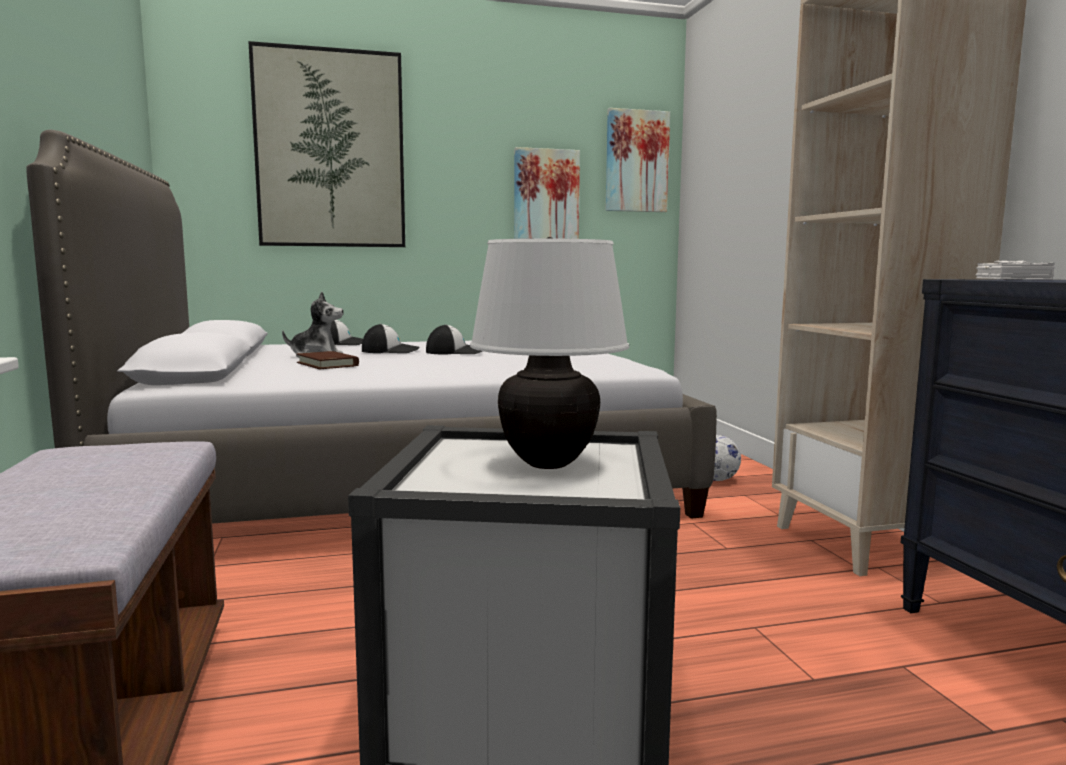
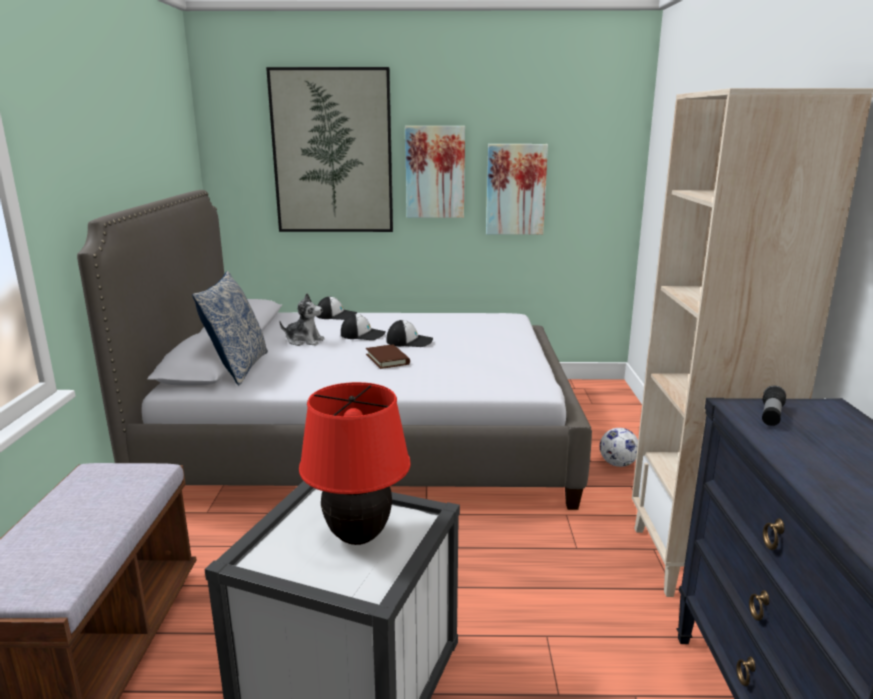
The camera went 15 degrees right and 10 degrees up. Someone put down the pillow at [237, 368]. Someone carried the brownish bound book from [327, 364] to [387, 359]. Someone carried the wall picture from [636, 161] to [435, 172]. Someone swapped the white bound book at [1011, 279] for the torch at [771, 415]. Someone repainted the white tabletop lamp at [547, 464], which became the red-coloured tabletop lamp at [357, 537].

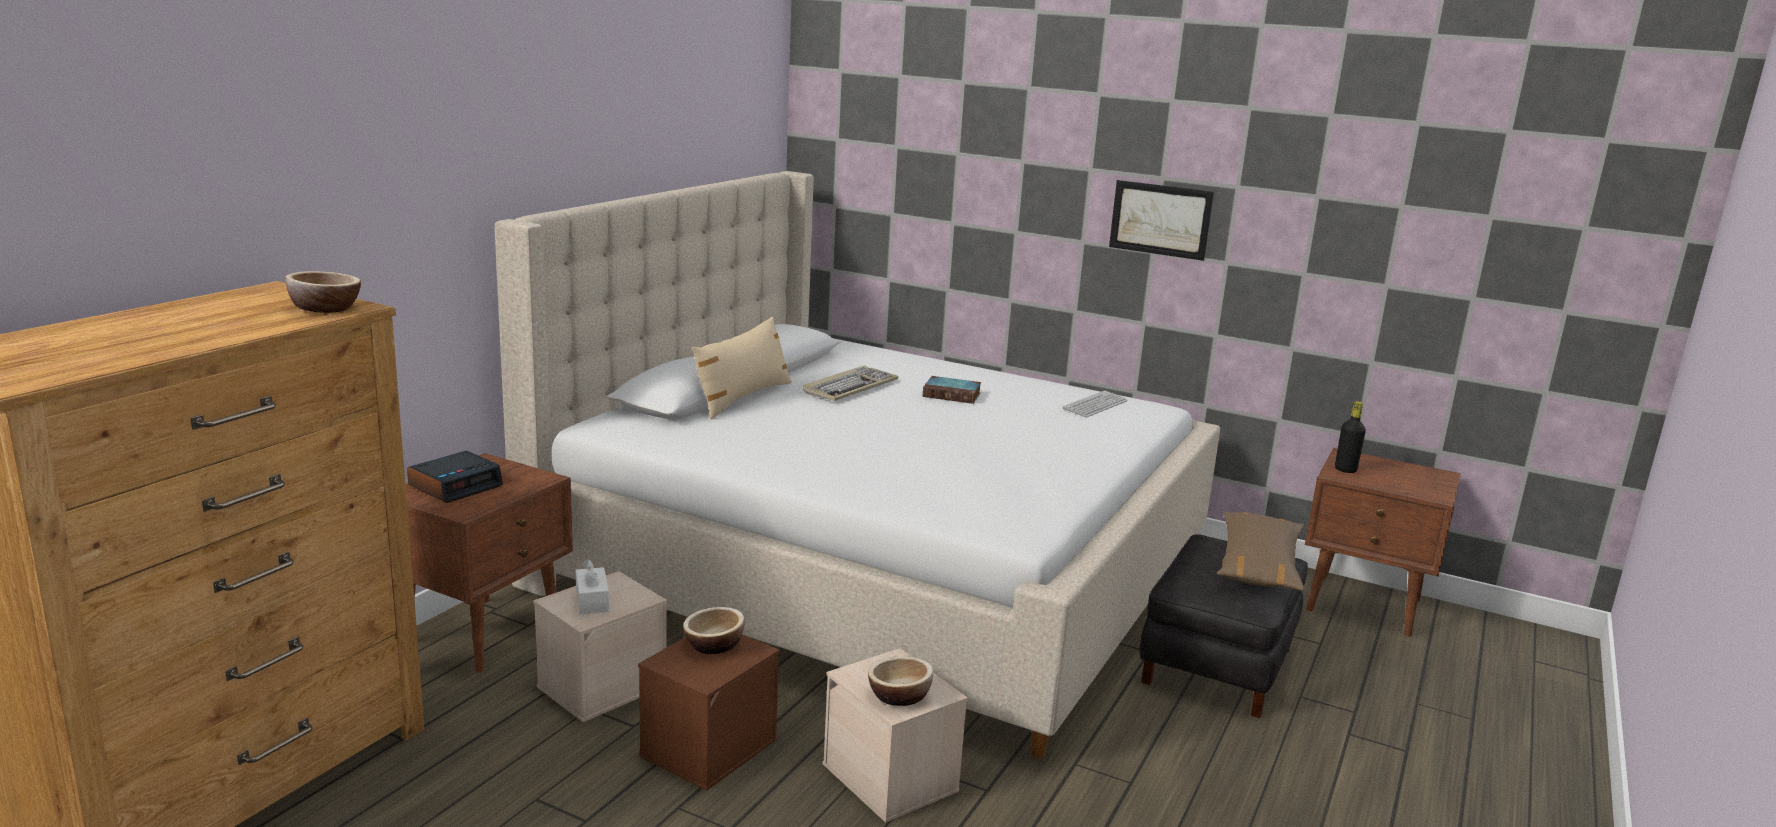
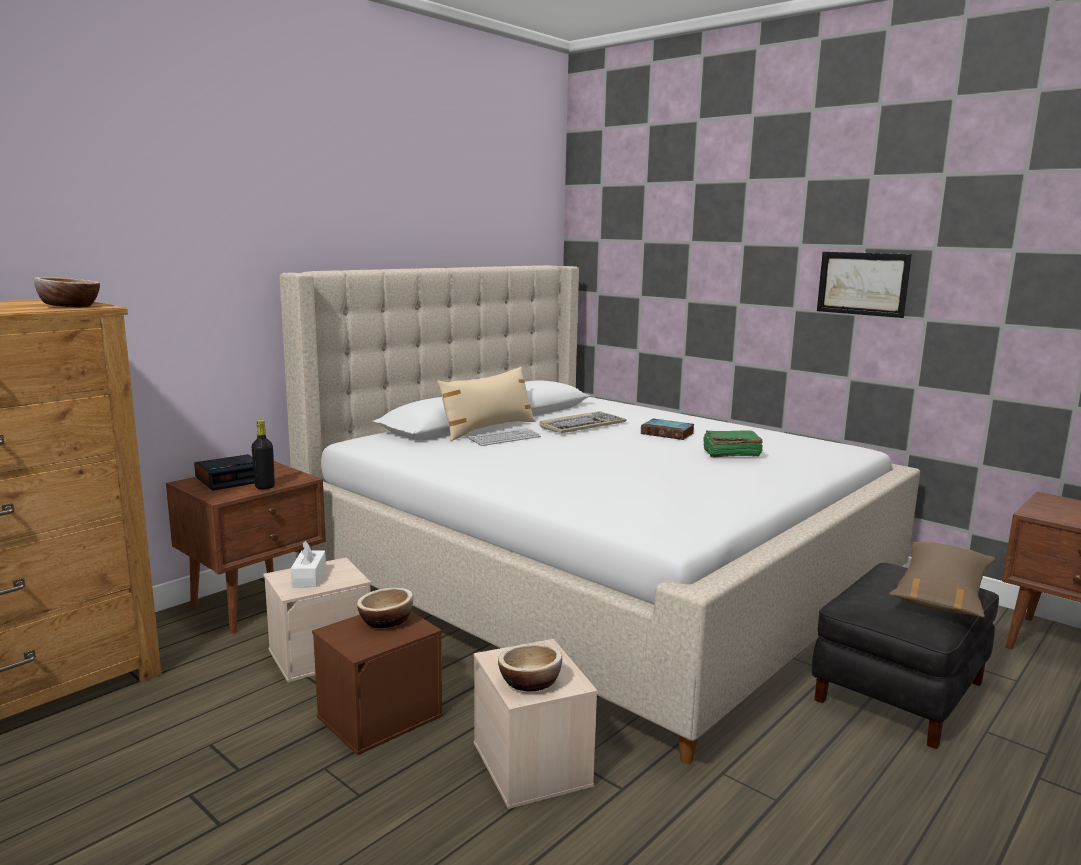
The camera went 15 degrees right and 5 degrees down. Someone put down the greenish bound book at [730, 454]. Someone carried the keyboard from [1095, 405] to [505, 438]. Someone carried the black beverage bottle from [1345, 470] to [264, 487].

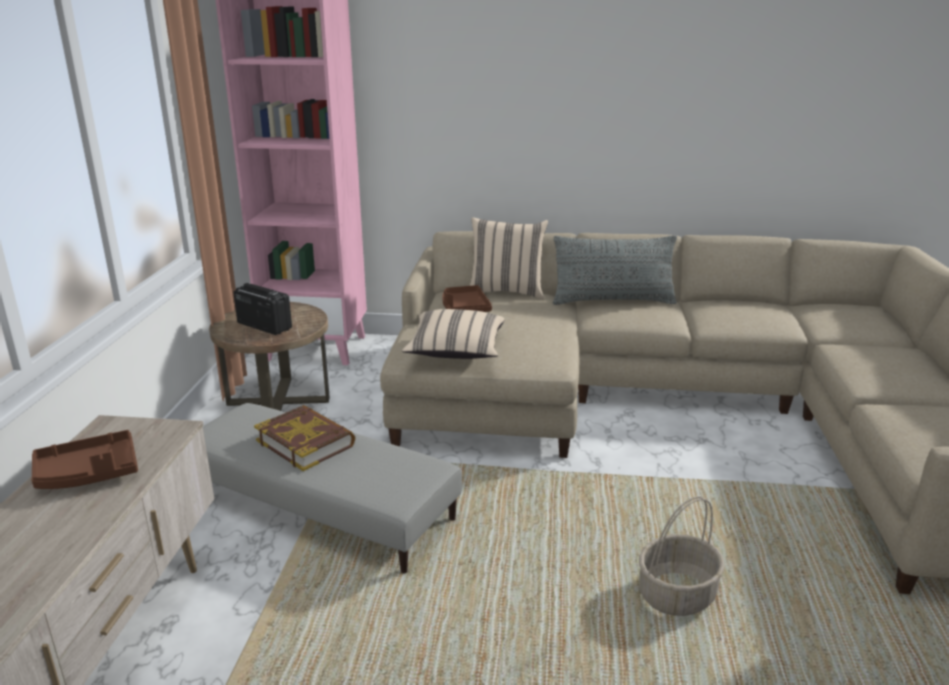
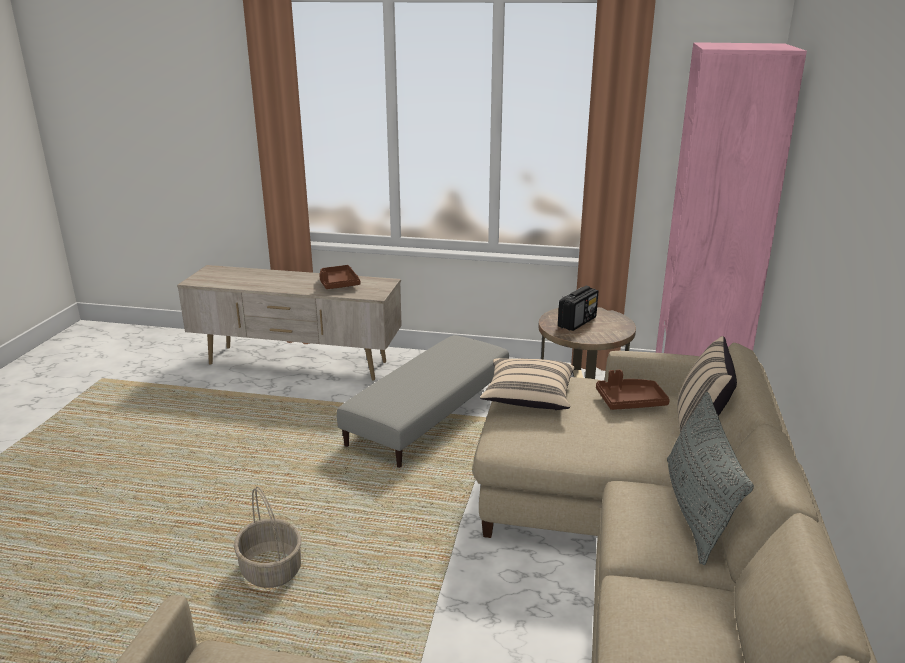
The camera went 95 degrees right and 0 degrees up. Someone took away the bound book at [306, 443].

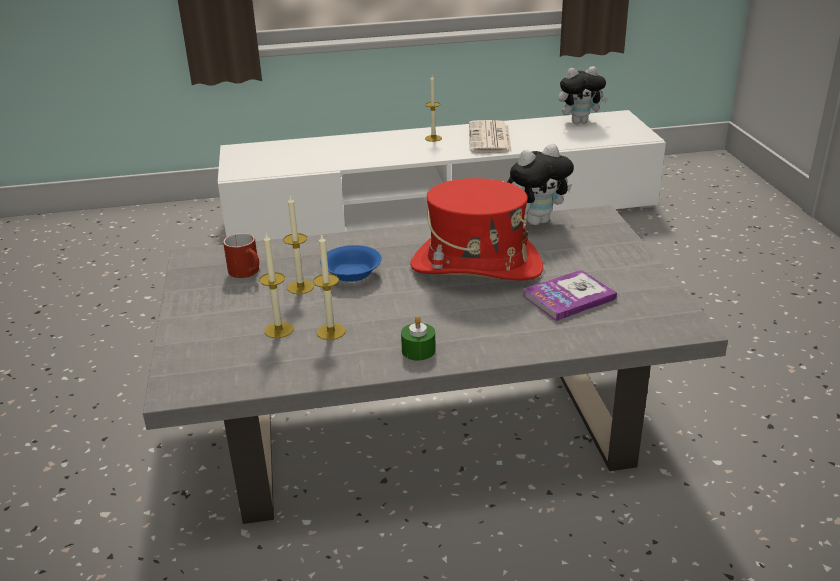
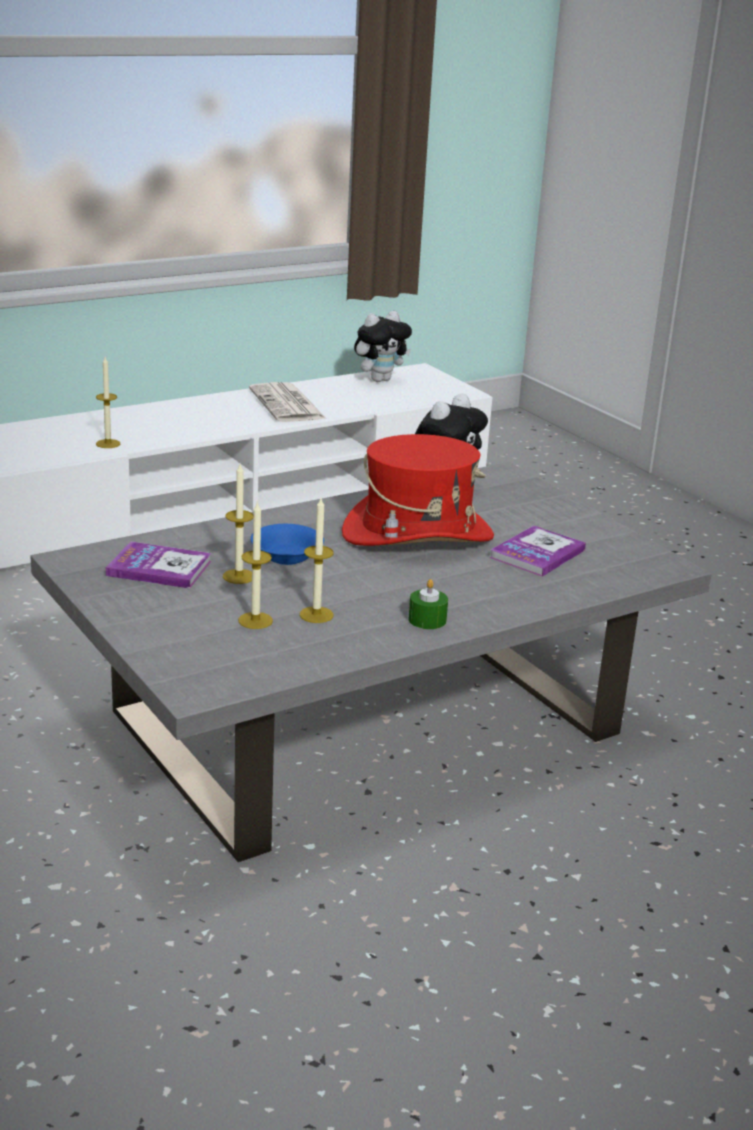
The camera went 25 degrees left and 5 degrees down. Someone carried the candle from [433, 138] to [108, 444]. Someone swapped the red-coloured coffee mug at [248, 272] for the bound book at [159, 568].

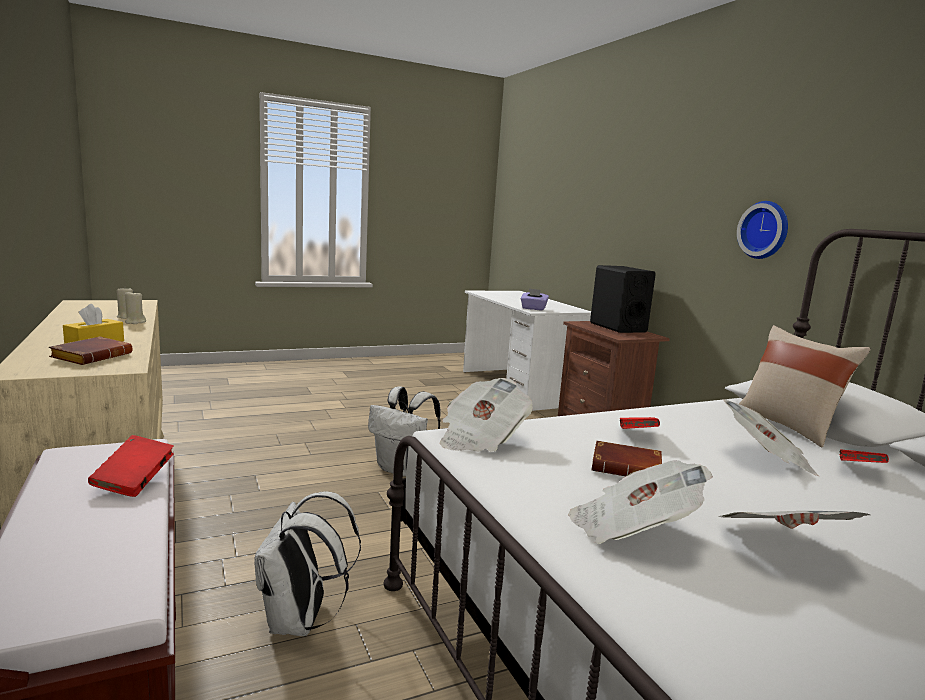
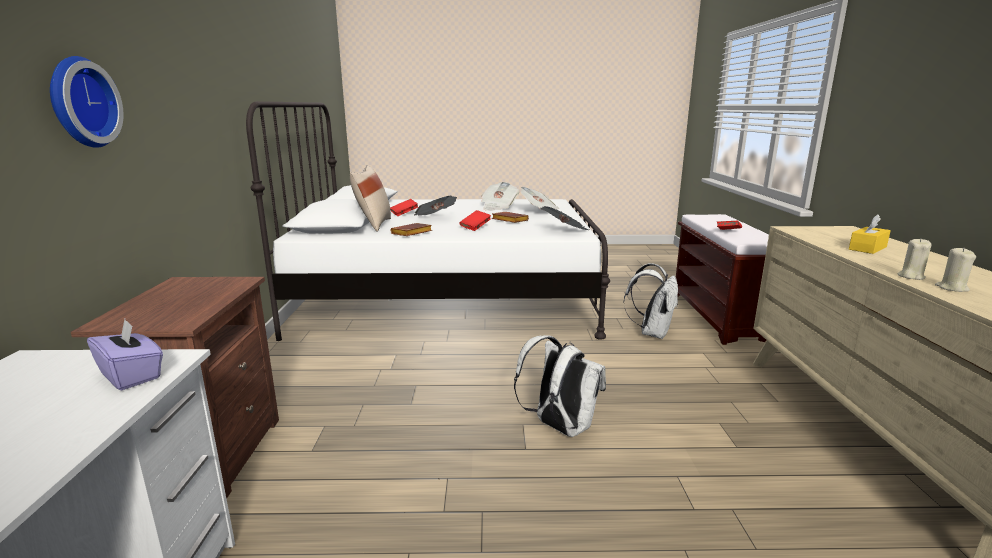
The camera went 155 degrees left and 5 degrees up. Someone took away the black loudspeaker at [617, 327]. Someone carried the brownish bound book from [92, 356] to [411, 233]. Someone carried the clock on the wall from [765, 230] to [79, 102].

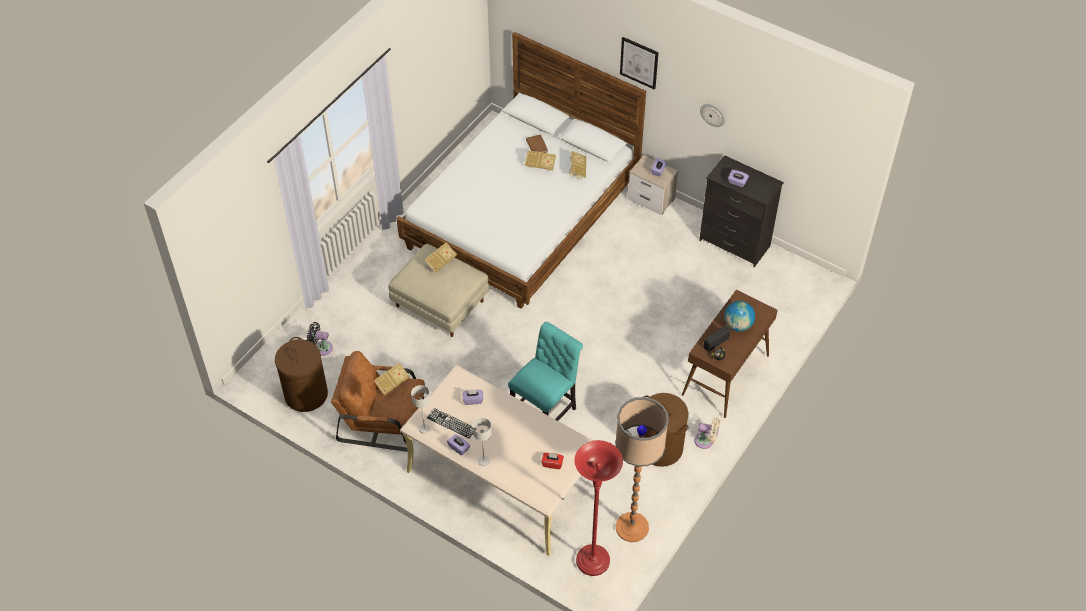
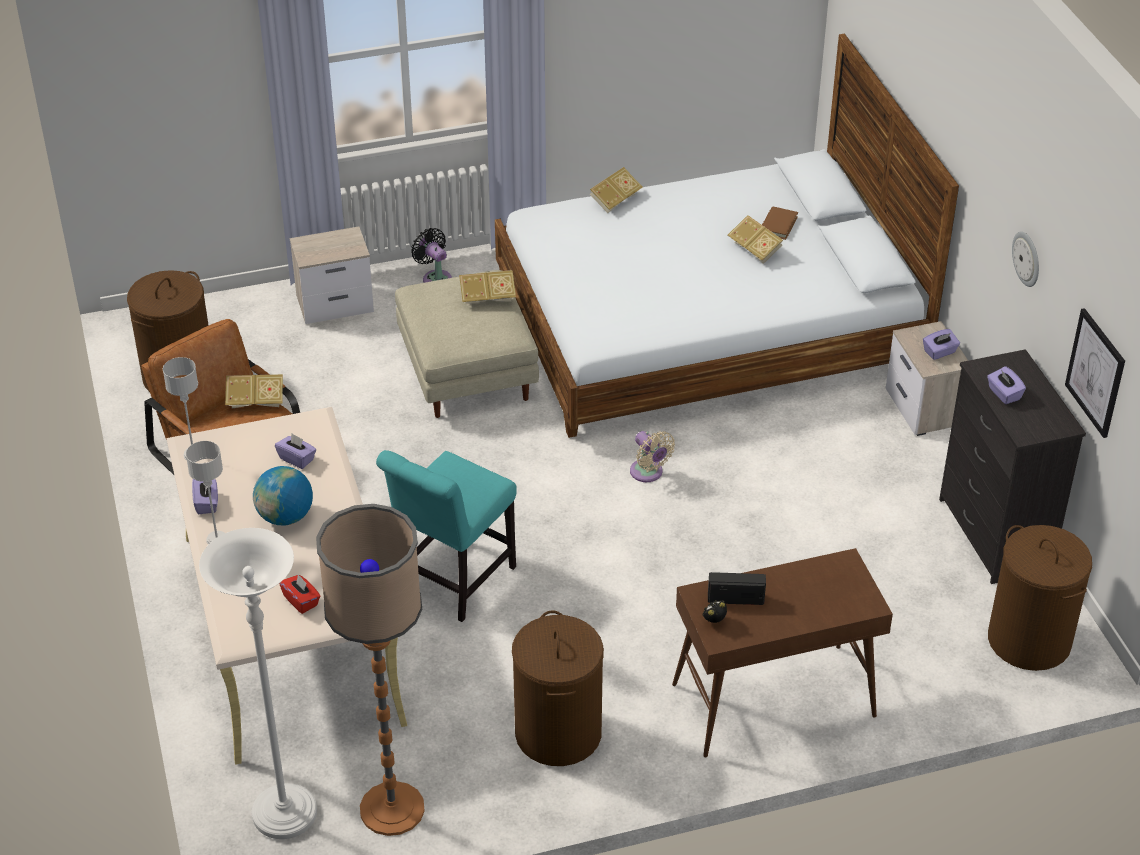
The camera went 40 degrees right and 10 degrees down. Someone took away the keyboard at [451, 423]. Someone put down the bedside table at [336, 304]. Someone put down the brownish laundry basket at [1028, 640]. Someone carried the black cooling fan from [321, 347] to [435, 278]. Someone carried the bound book from [577, 170] to [614, 200]. Someone carried the wall picture from [639, 62] to [1096, 372]. Someone carried the sand-coloured cooling fan from [706, 441] to [648, 473]. Someone carried the globe from [738, 325] to [285, 517]. Someone repainted the red-coloured floor lamp at [592, 561], which became the white floor lamp at [284, 814]. Someone rotated the turquoise-coloured plain chair at [546, 411] by 135 degrees clockwise.

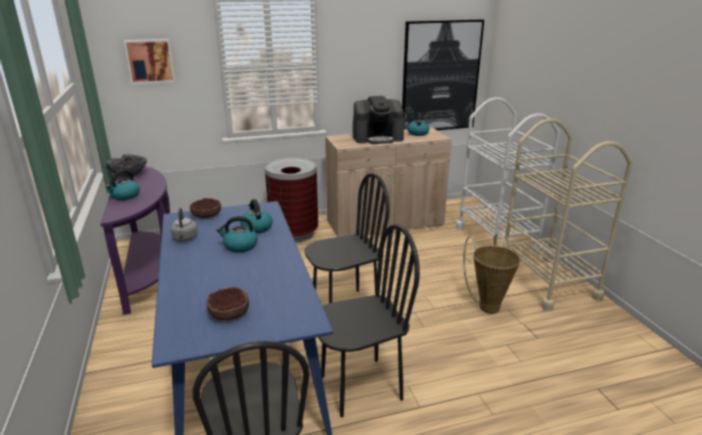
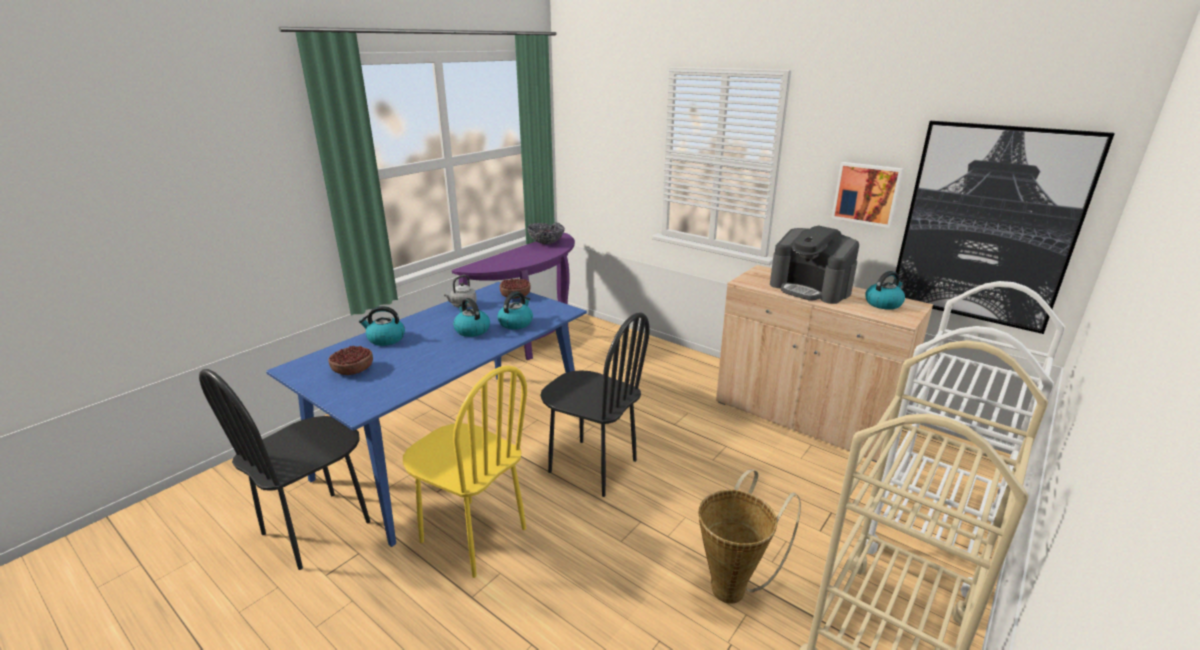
The camera went 55 degrees right and 0 degrees up. Someone took away the rubbish bin at [294, 234]. Someone carried the water kettle from [125, 196] to [385, 339]. Someone carried the wall picture from [150, 61] to [867, 193]. Someone repainted the black plain chair at [360, 387], which became the yellow-coloured plain chair at [473, 536].

